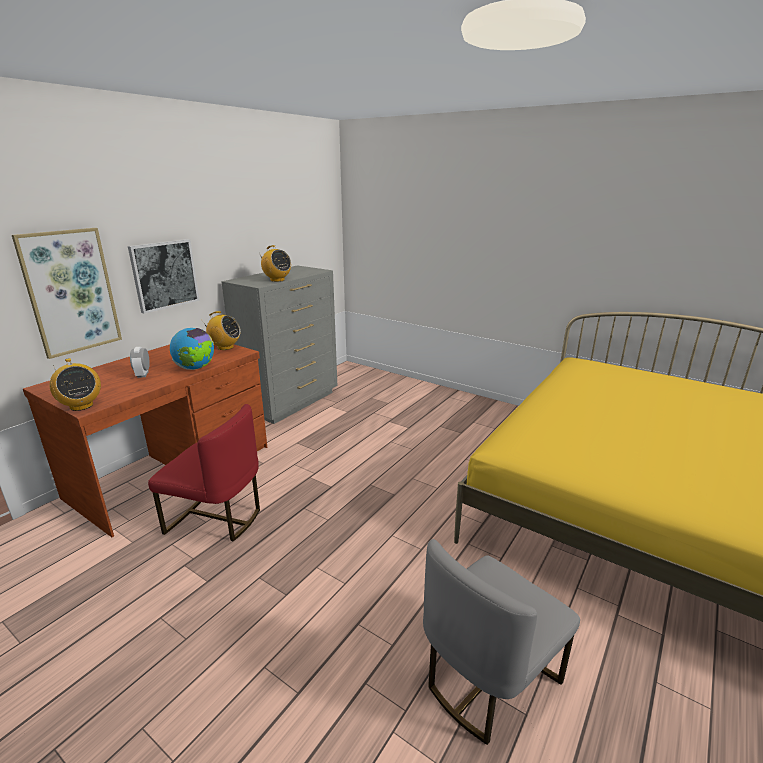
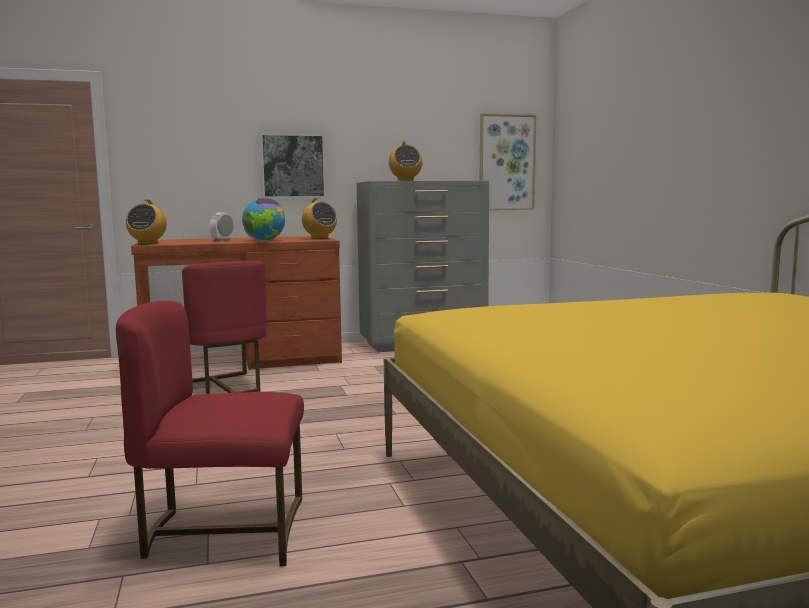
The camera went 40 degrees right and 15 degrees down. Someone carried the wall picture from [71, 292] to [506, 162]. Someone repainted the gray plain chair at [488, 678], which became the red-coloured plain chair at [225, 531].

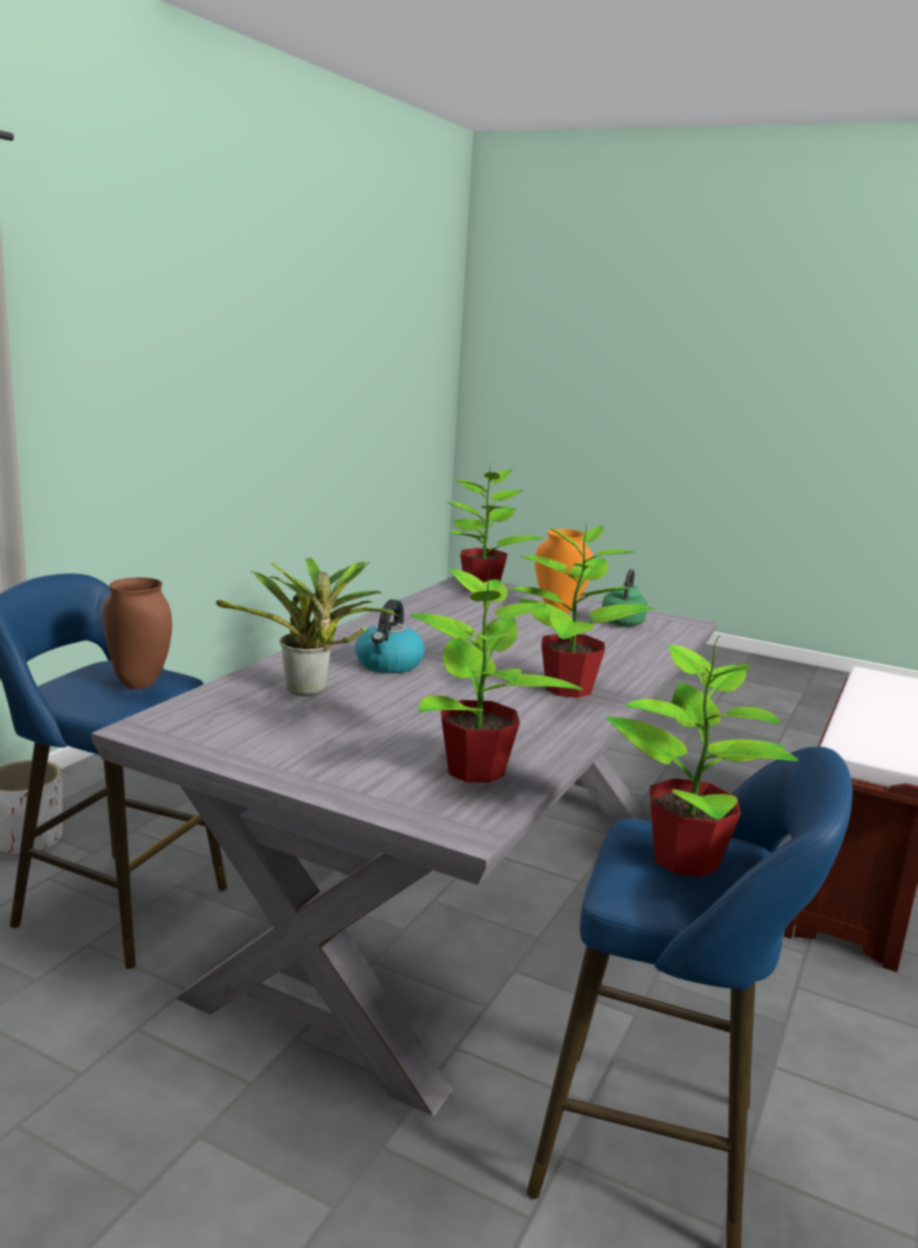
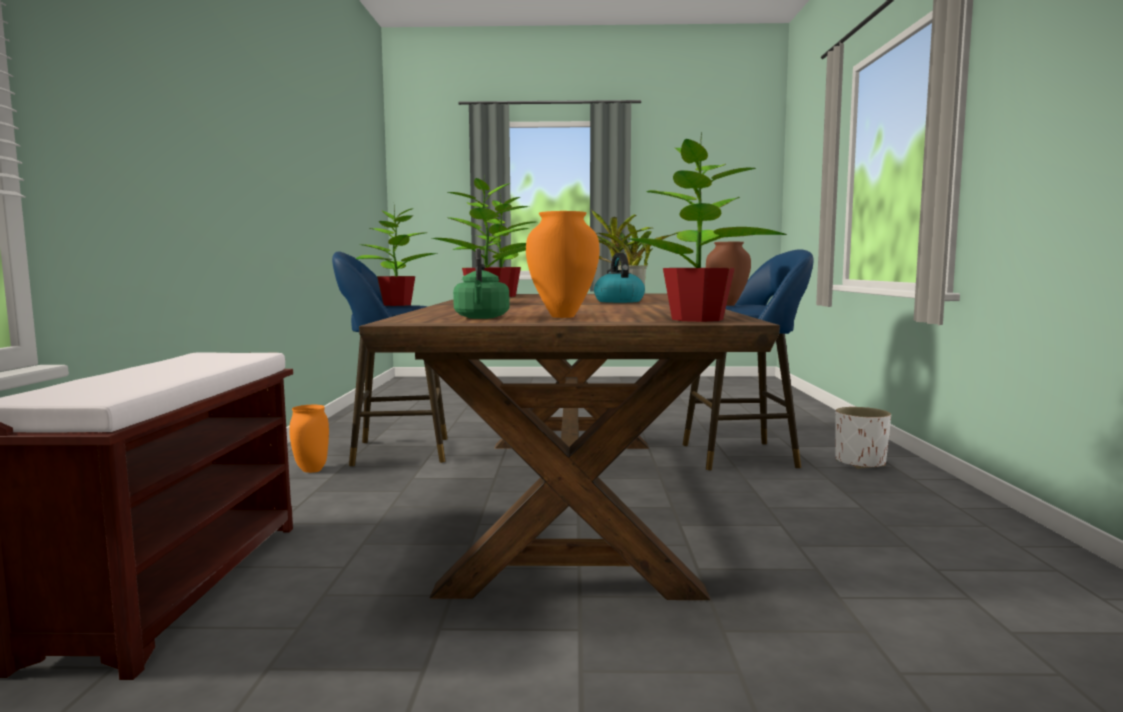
The camera went 155 degrees right and 10 degrees down. Someone put down the orangey flower vase at [310, 470]. Someone repainted the gray kitchen table at [452, 893], which became the brownish kitchen table at [569, 497].

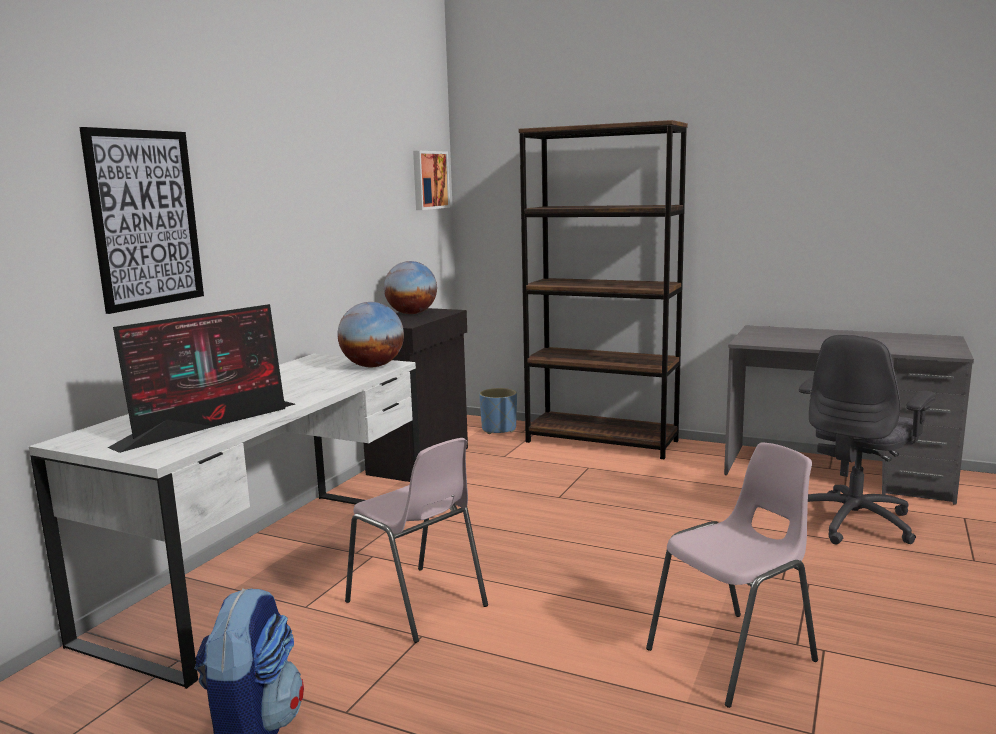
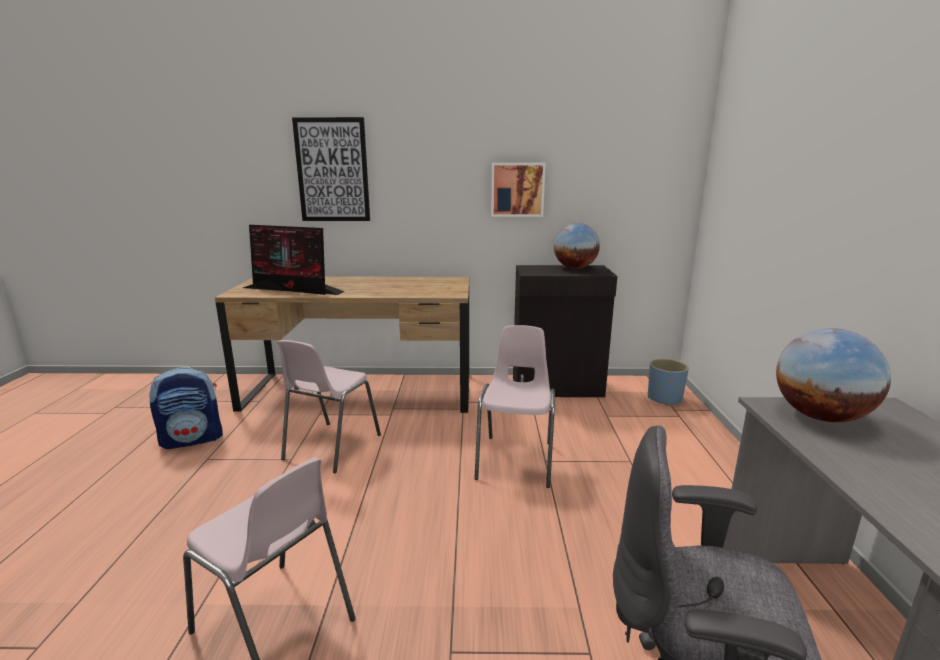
The camera went 65 degrees right and 5 degrees up. Someone took away the brownish shelving unit at [602, 441]. Someone put down the pink plain chair at [516, 460]. Someone carried the globe from [372, 366] to [820, 416]. Someone carried the wall picture from [429, 180] to [517, 189]. Someone repainted the white desk at [272, 569], which became the brownish desk at [360, 392].

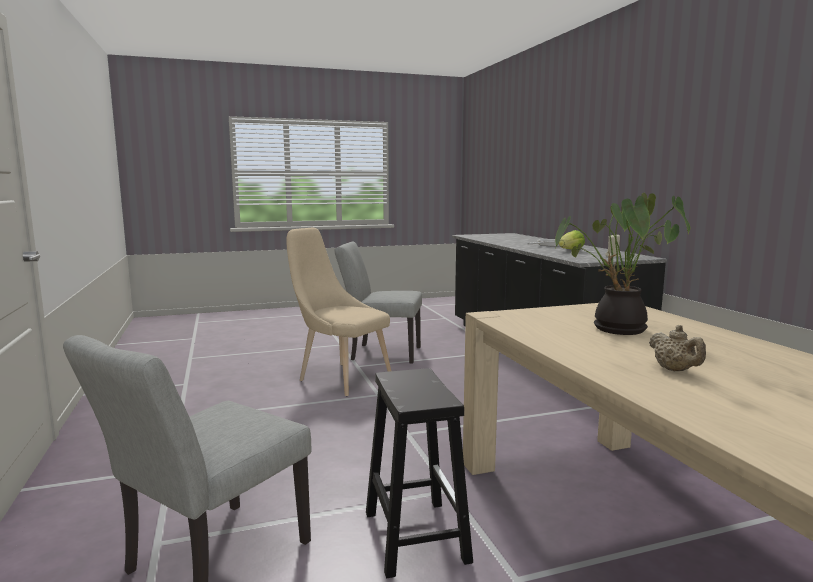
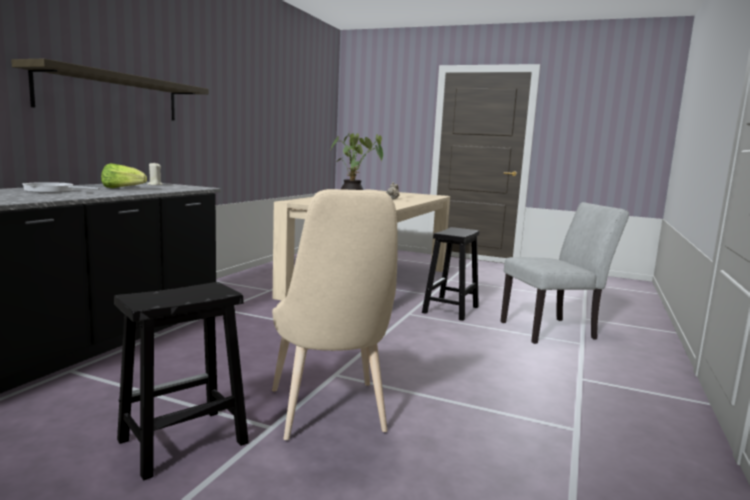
The camera went 140 degrees left and 0 degrees up. Someone put up the shelf at [111, 95]. Someone swapped the gray plain chair at [380, 353] for the black stool seat at [181, 442].

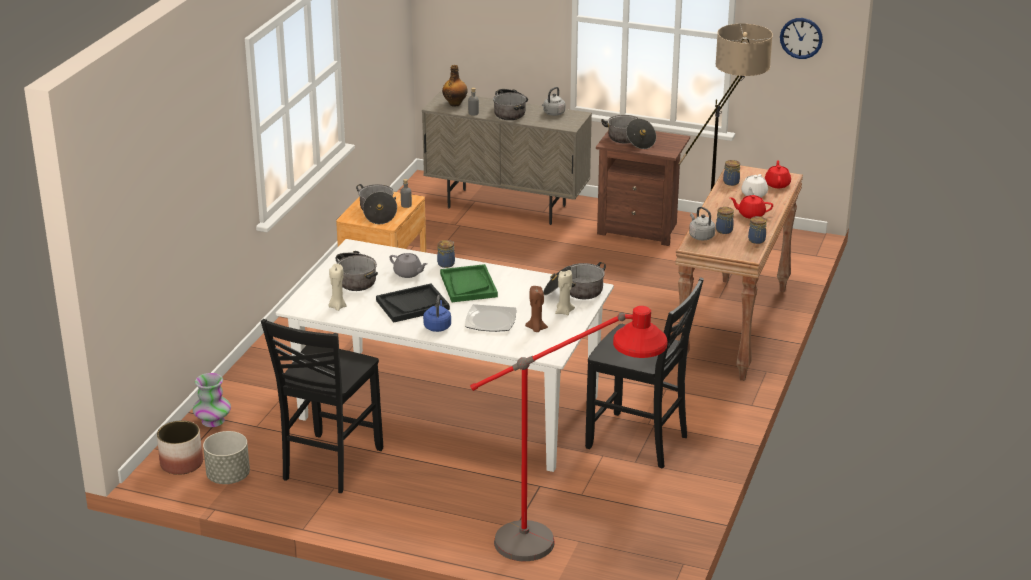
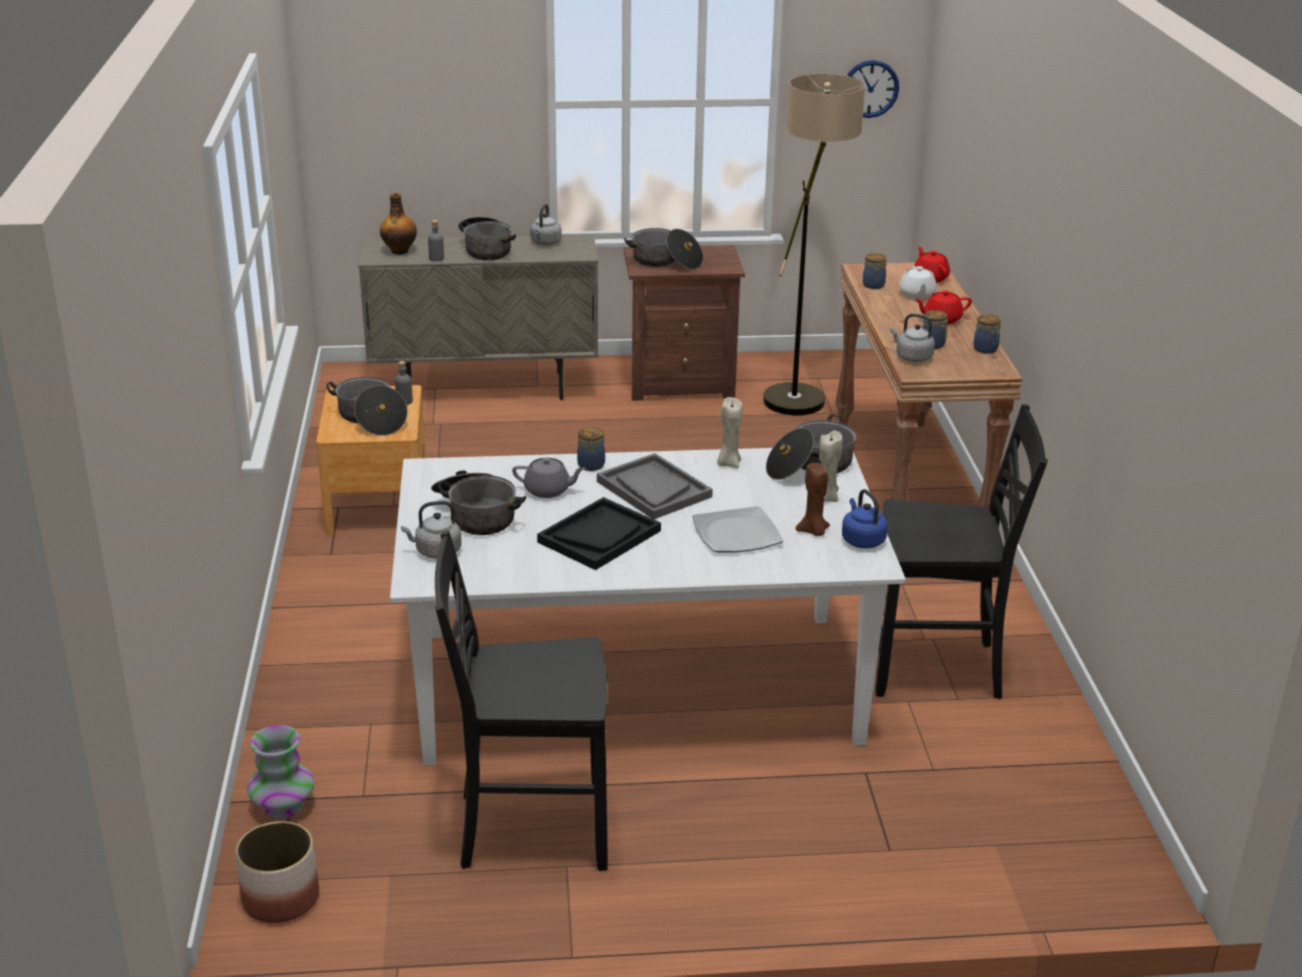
The camera went 25 degrees left and 0 degrees up. Someone took away the gray plant pot at [228, 477]. Someone took away the red-coloured floor lamp at [567, 543]. Someone put down the gray water kettle at [436, 551]. Someone carried the sand-coloured candle from [337, 306] to [728, 463]. Someone carried the bluish water kettle from [437, 326] to [862, 540]. Someone repainted the greenish tray at [468, 285], which became the gray tray at [653, 489]. Someone rotated the black plain chair at [329, 464] by 90 degrees clockwise.

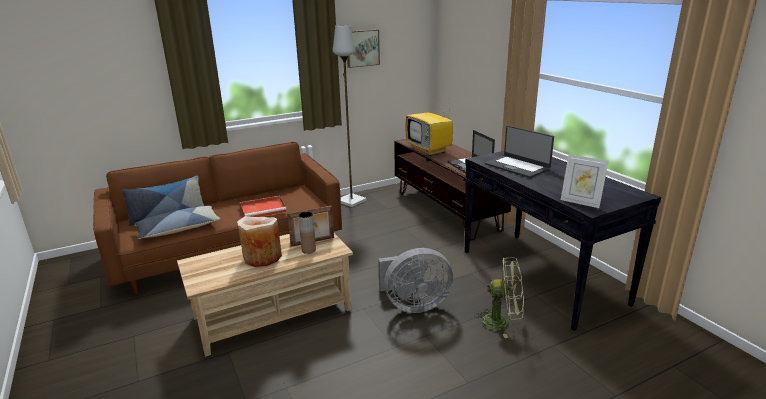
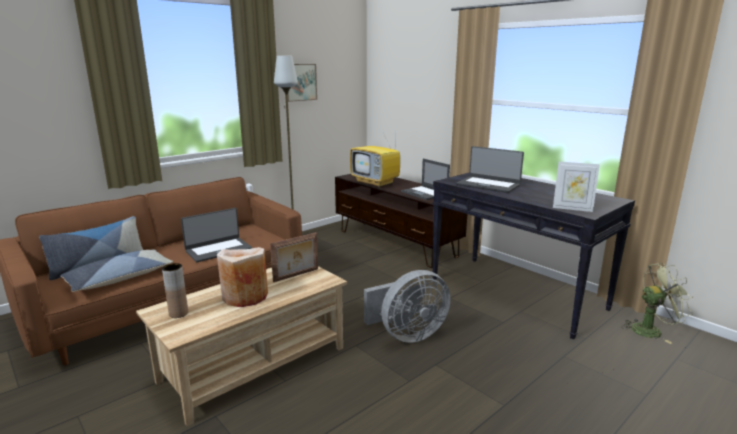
The camera went 15 degrees left and 5 degrees down. Someone carried the brownish flower vase from [308, 250] to [178, 313]. Someone carried the greenish cooling fan from [502, 322] to [651, 330]. Someone swapped the red-coloured tray at [264, 209] for the laptop at [218, 250].

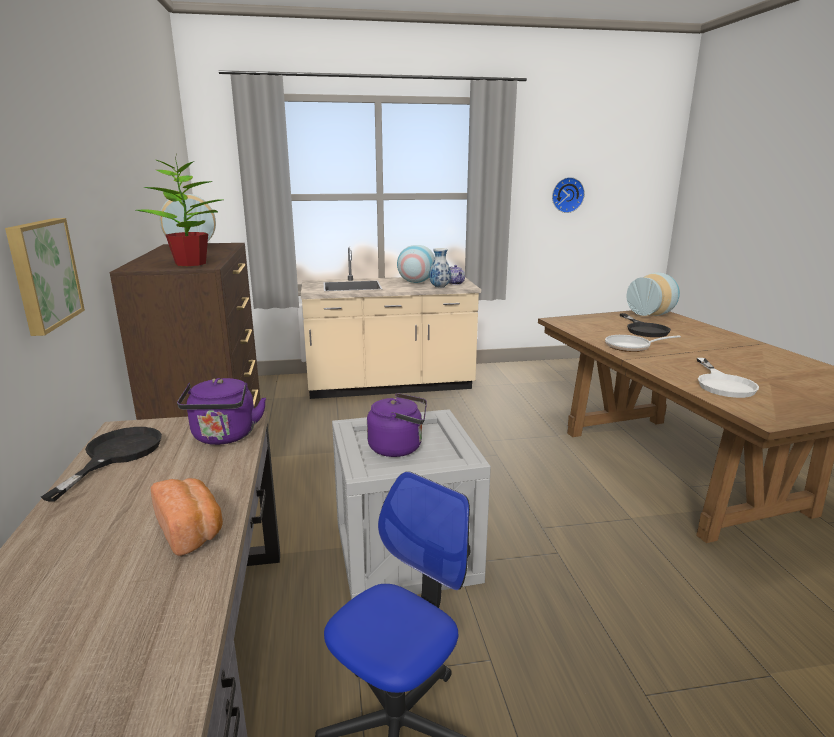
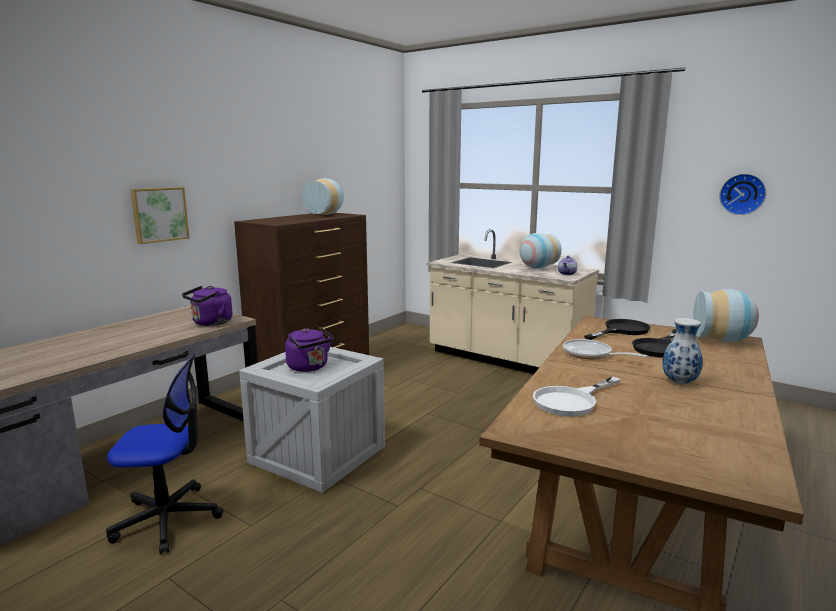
The camera went 45 degrees right and 5 degrees down. Someone took away the potted plant at [191, 264]. Someone took away the bakery bread at [191, 530]. Someone carried the black skillet from [116, 455] to [621, 330]. Someone carried the flower vase from [440, 287] to [680, 382].

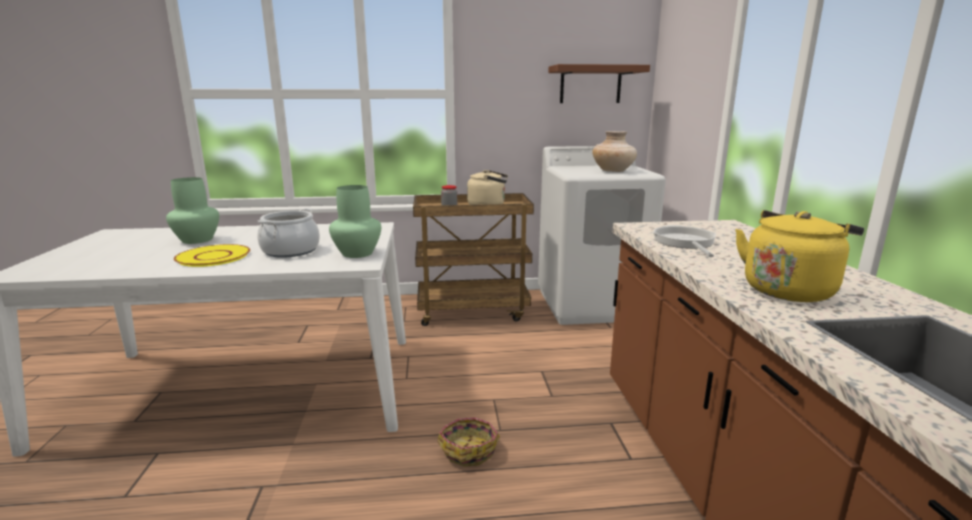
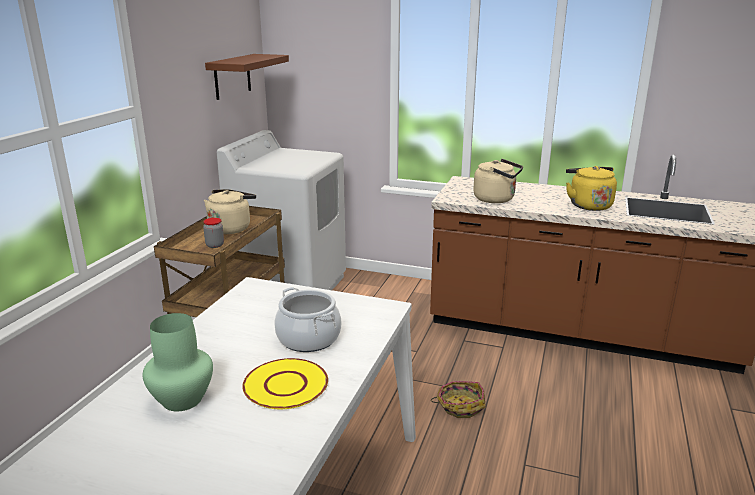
The camera went 65 degrees left and 5 degrees up. Someone took away the greenish flower vase at [357, 253]. Someone took away the sand-coloured flower vase at [613, 171]. Someone swapped the skillet at [684, 242] for the sand-coloured water kettle at [496, 199].

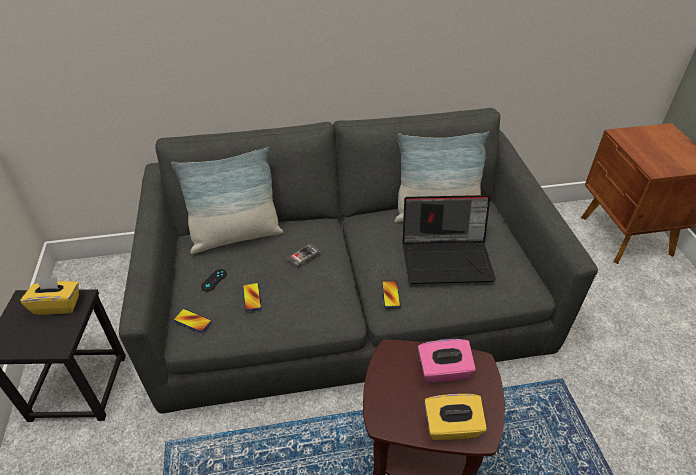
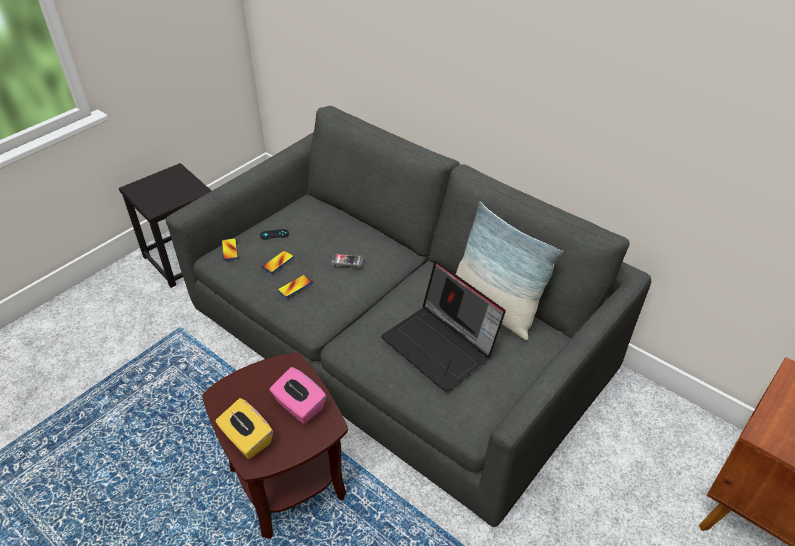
The camera went 50 degrees right and 0 degrees up. Someone took away the yellow-coloured box of tissues at [57, 305]. Someone took away the pillow at [236, 236]. Someone carried the handset from [390, 294] to [295, 286].

